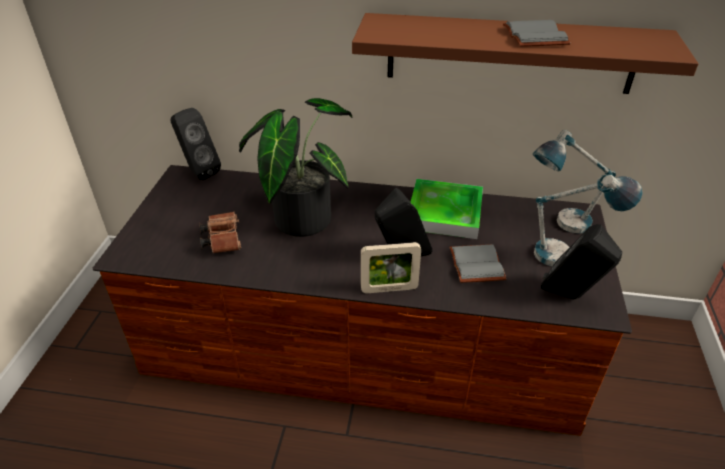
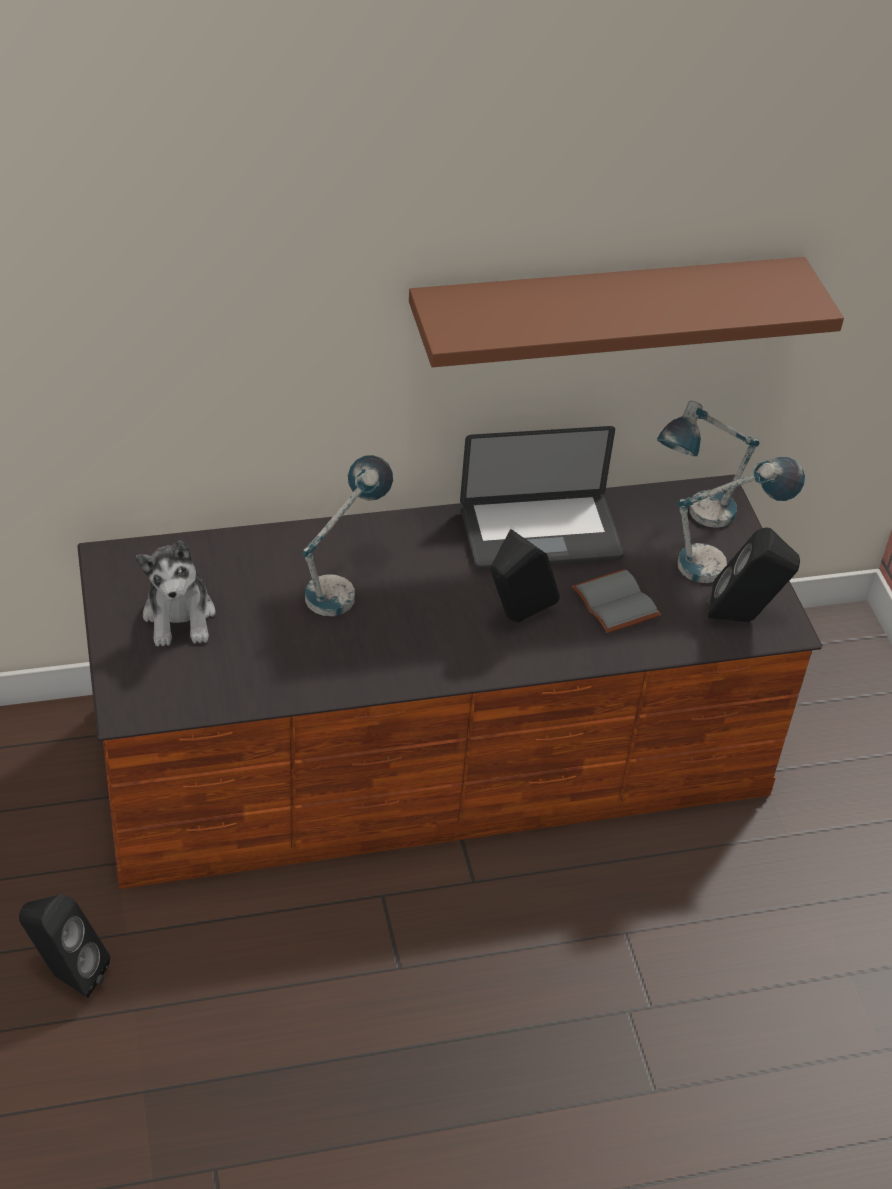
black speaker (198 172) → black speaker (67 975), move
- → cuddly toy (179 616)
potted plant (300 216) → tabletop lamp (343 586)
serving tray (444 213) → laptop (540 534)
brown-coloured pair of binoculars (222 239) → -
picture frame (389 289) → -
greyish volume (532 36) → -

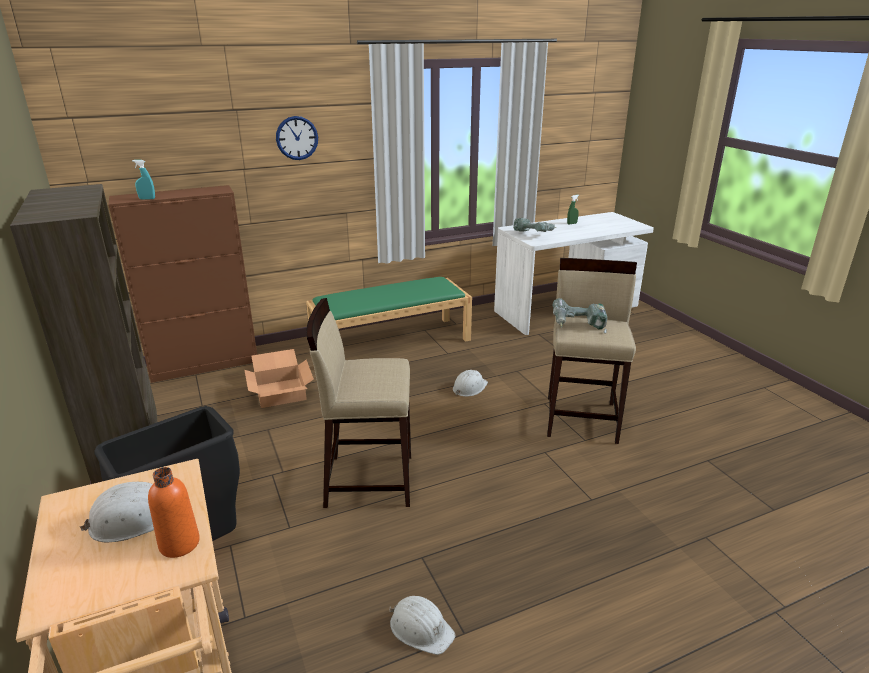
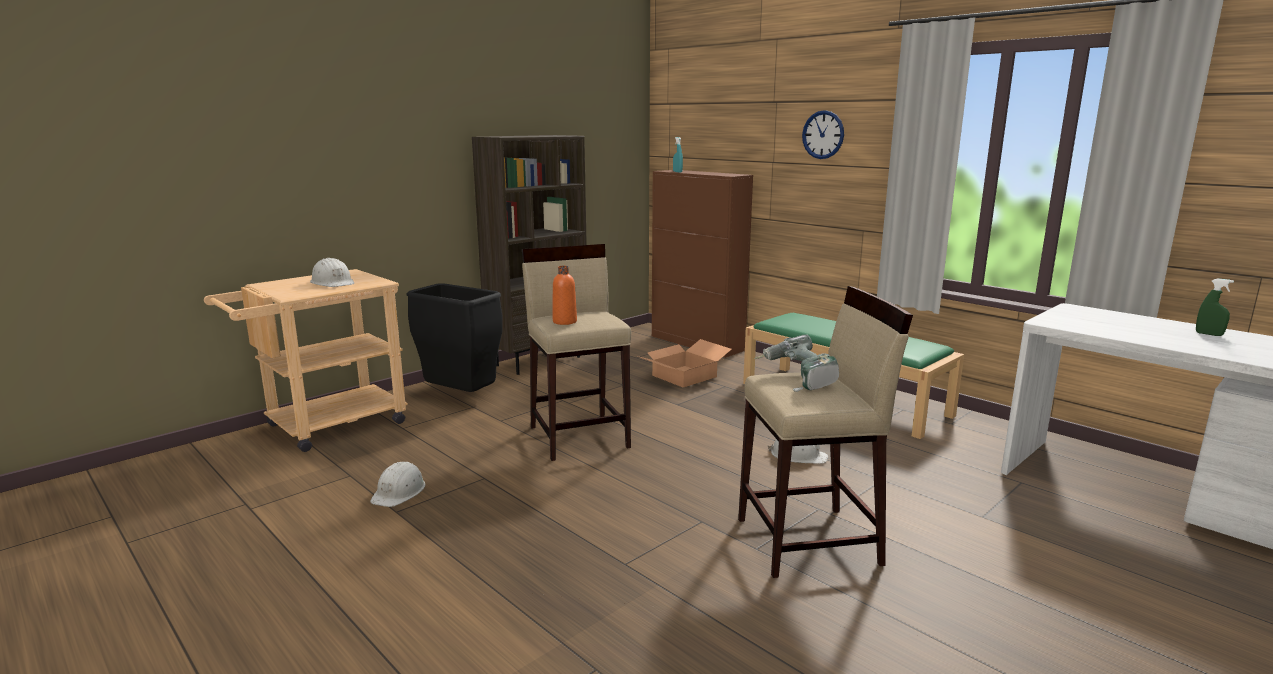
orange-coloured bottle (179 544) → orange-coloured bottle (564 322), move
drill (534 234) → -

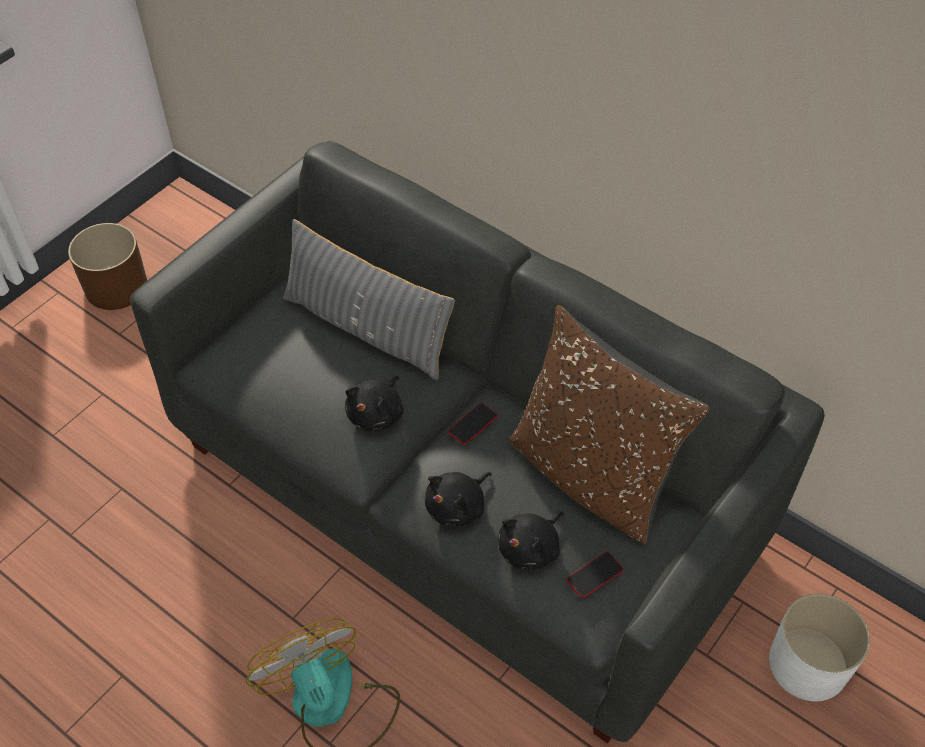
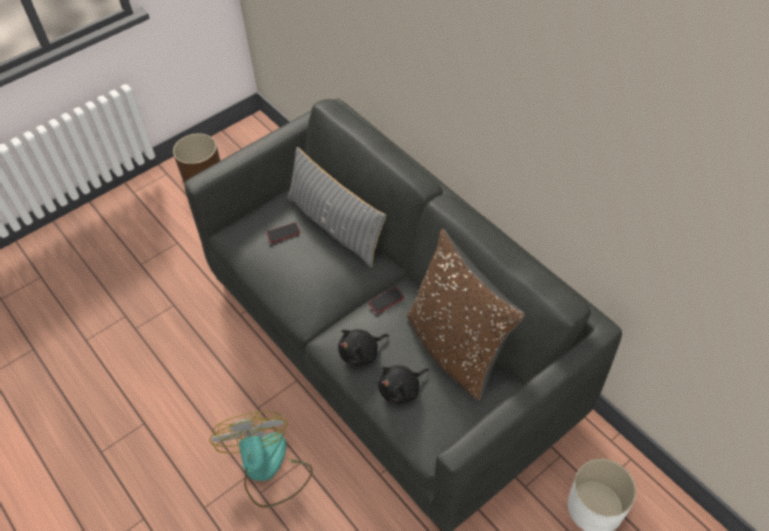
handset (594 575) → handset (283 233), move
black cuddly toy (377 414) → -

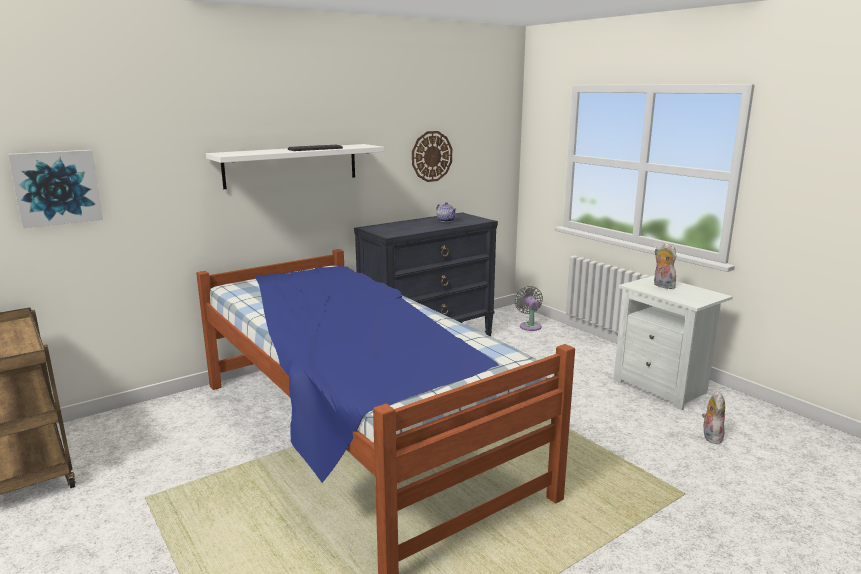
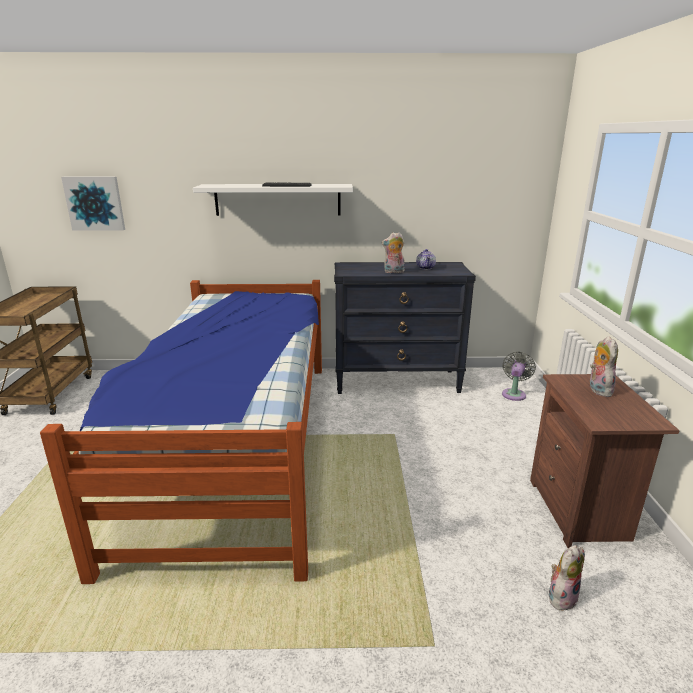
- → cuddly toy (393 272)
white nightstand (663 387) → brown-coloured nightstand (580 511)
clock on the wall (431 156) → -

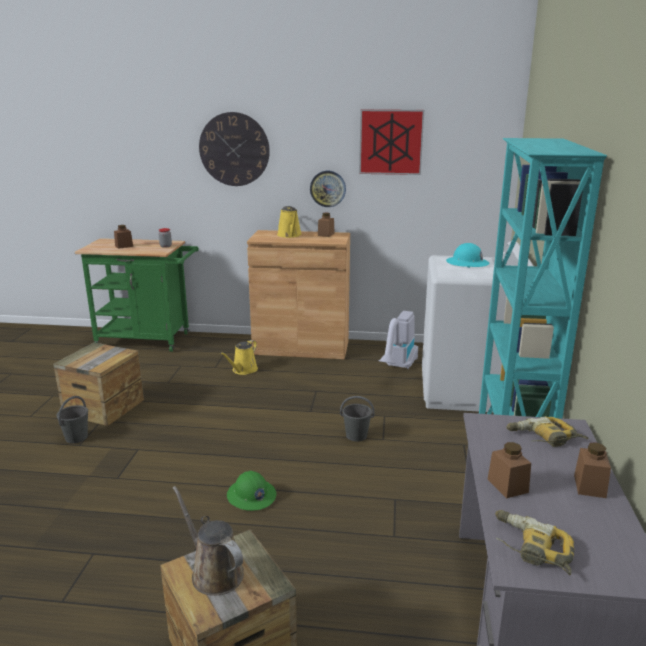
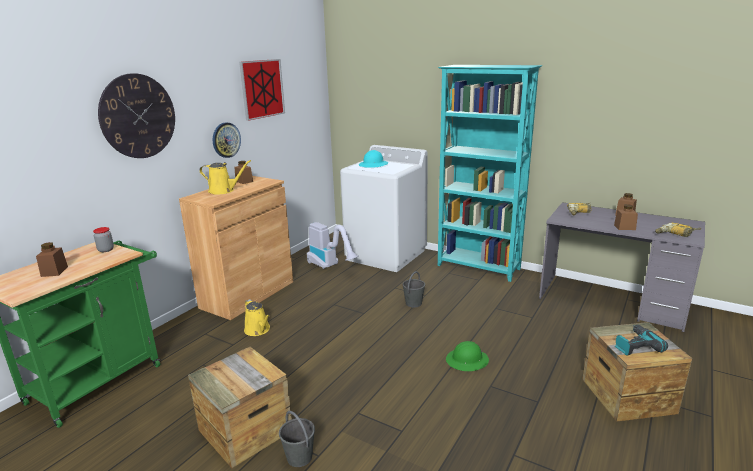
brown-coloured watering pot (214 572) → drill (635 345)

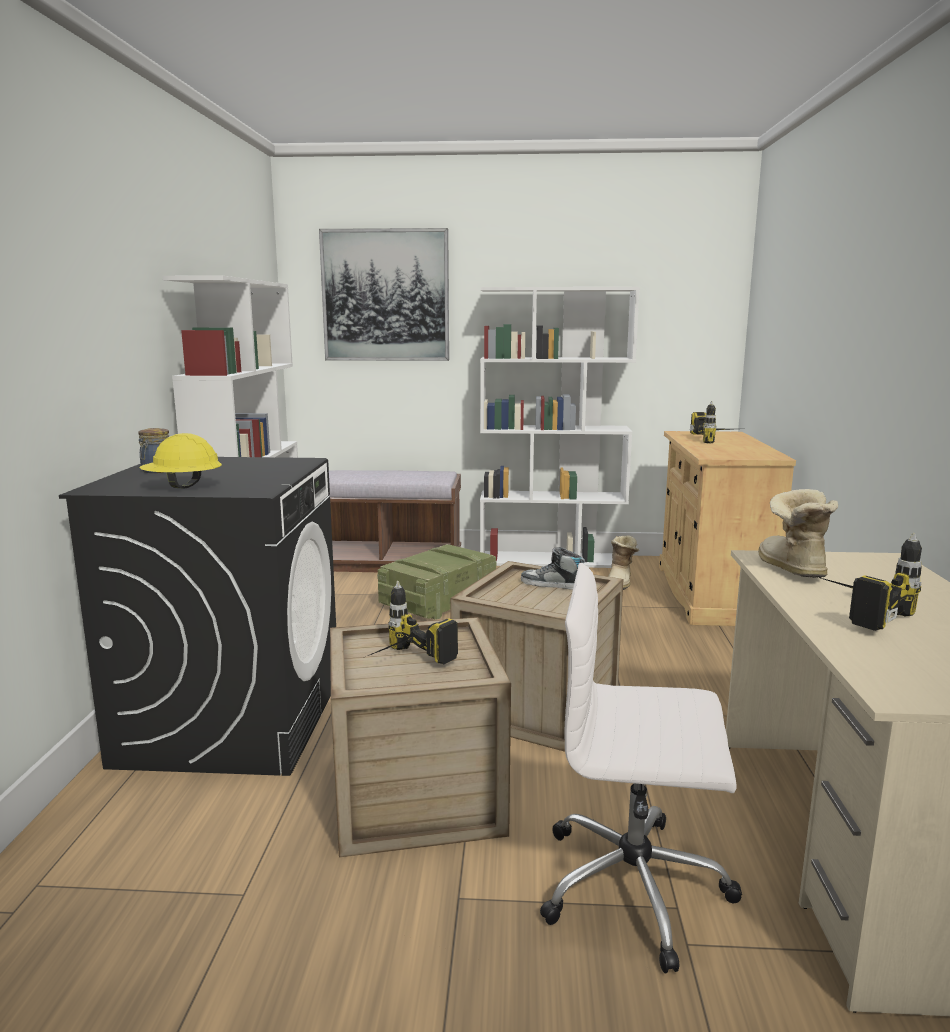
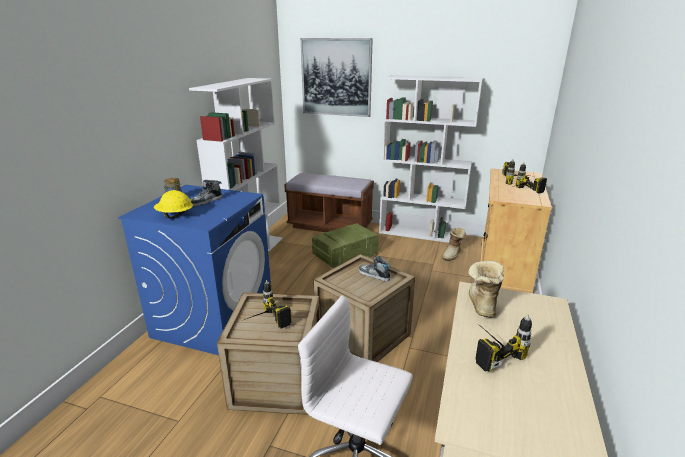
black laundry machine (233 720) → blue laundry machine (214 318)
- → low shoe (206 201)
- → drill (521 192)

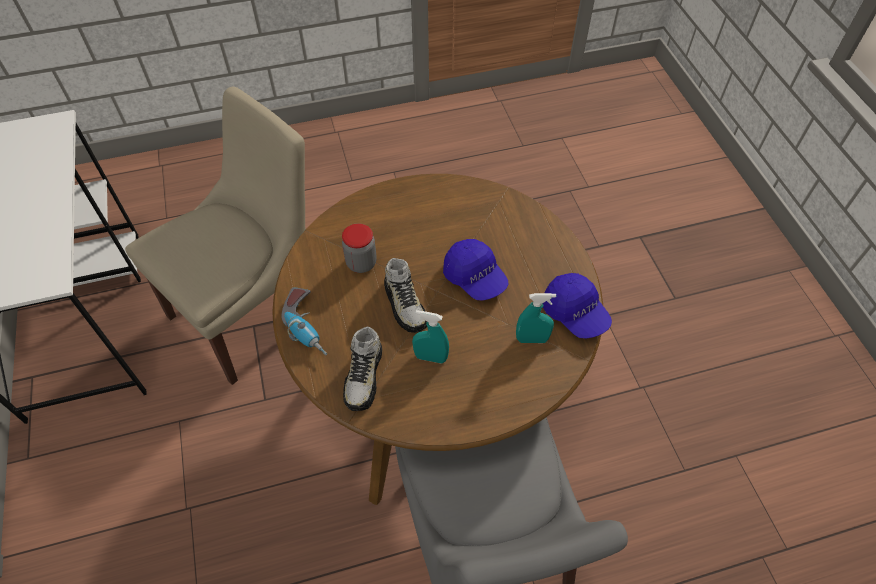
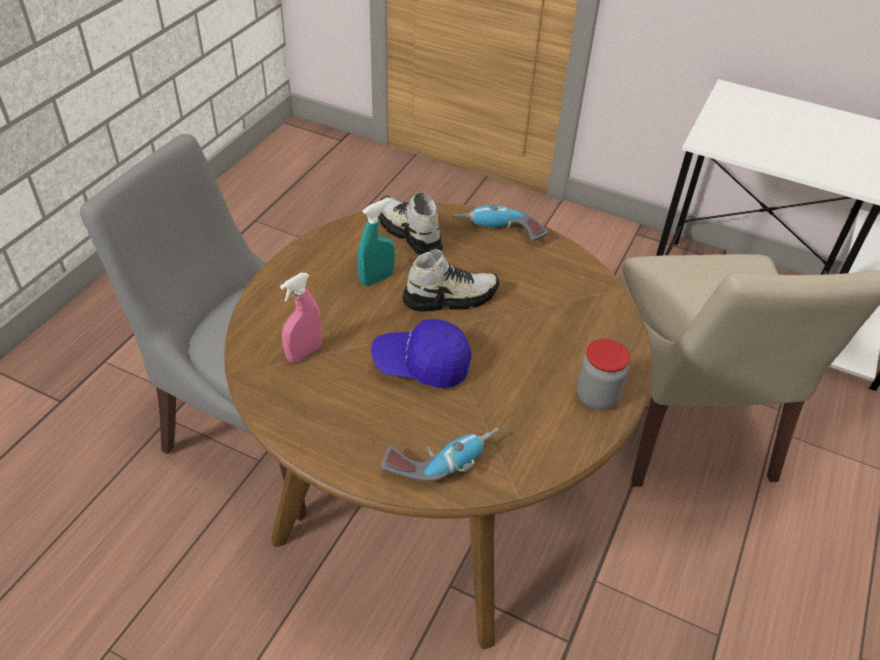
turquoise-coloured spray bottle (532 339) → pink spray bottle (304 353)
- → drill (441 459)
low shoe (405 305) → low shoe (450 298), 150 degrees clockwise
jar (361 263) → jar (597 397), move
blue baseball cap (575 313) → -

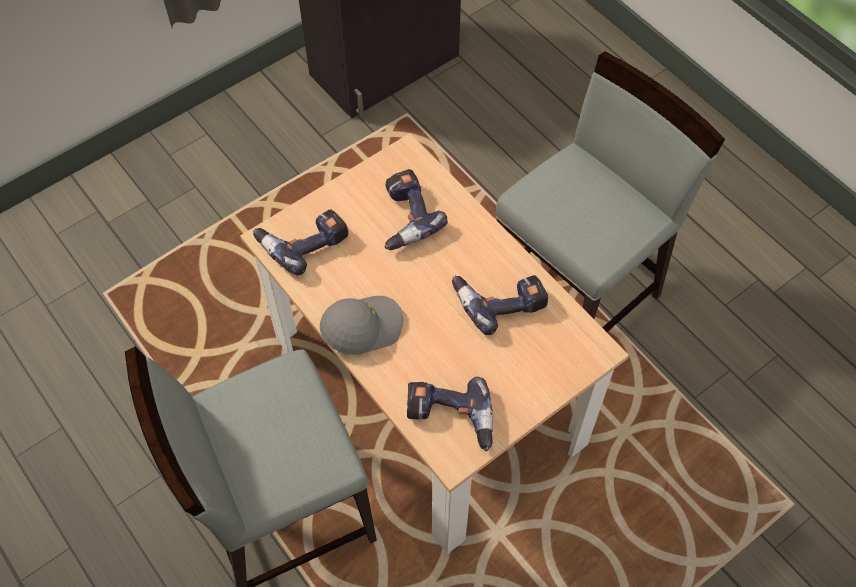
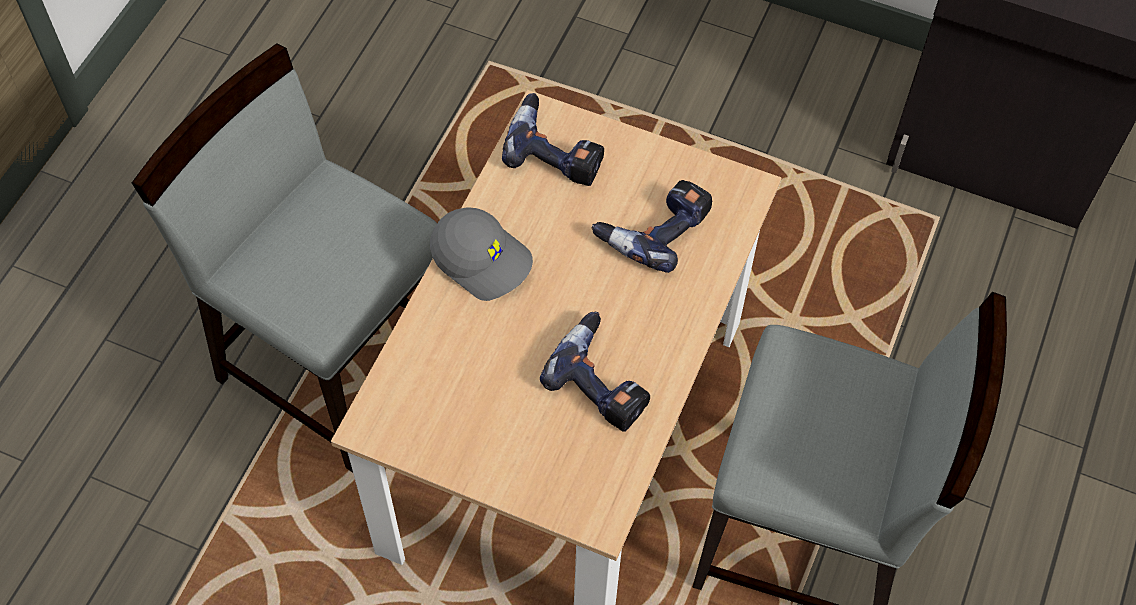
drill (449 419) → -

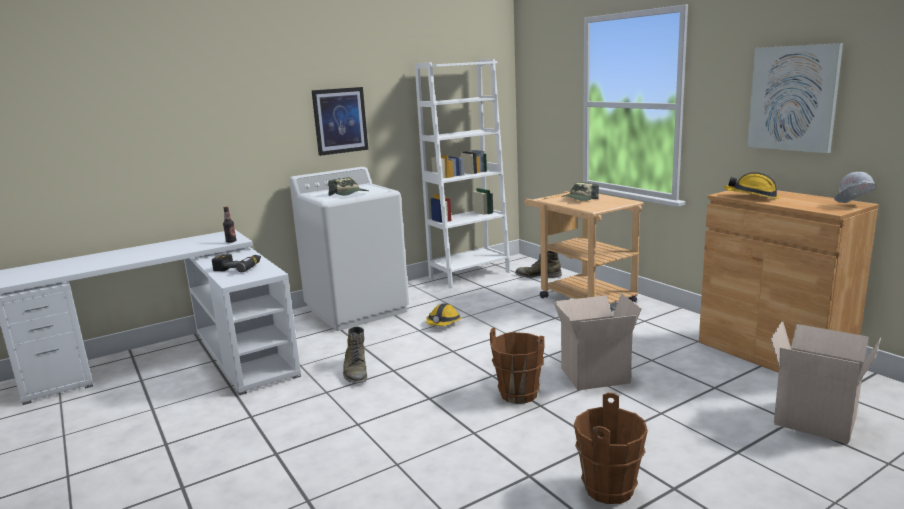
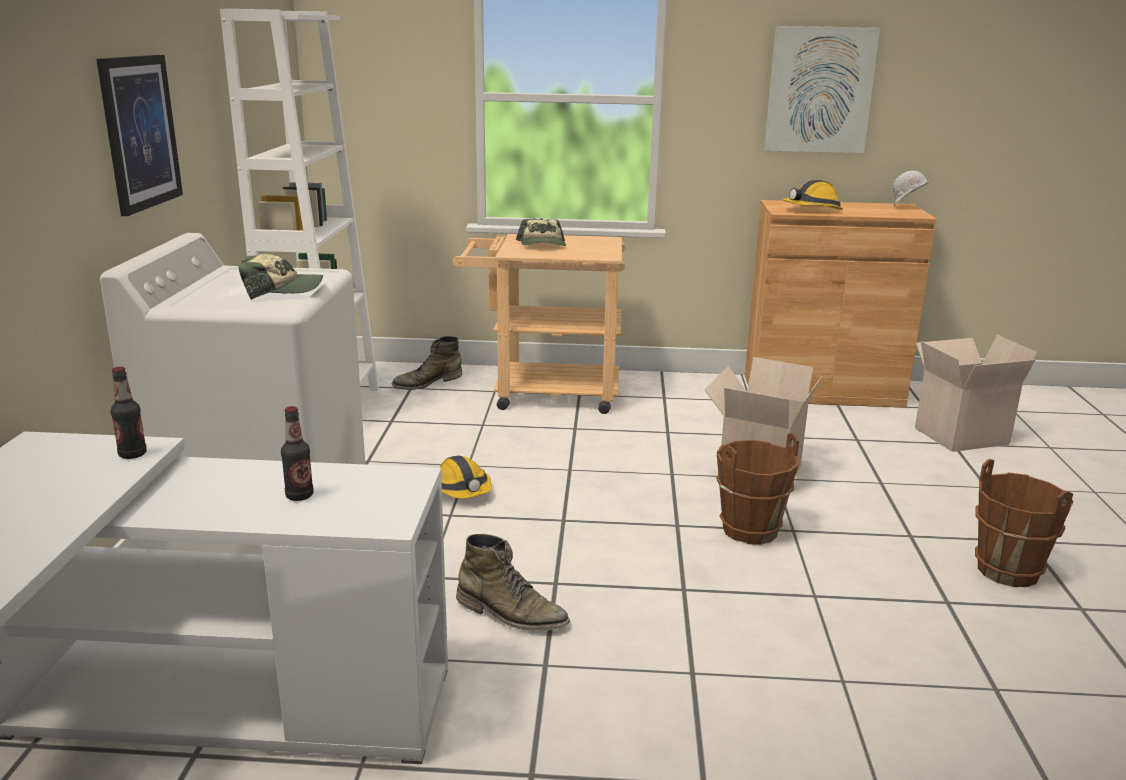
drill (239 267) → bottle (299 496)

